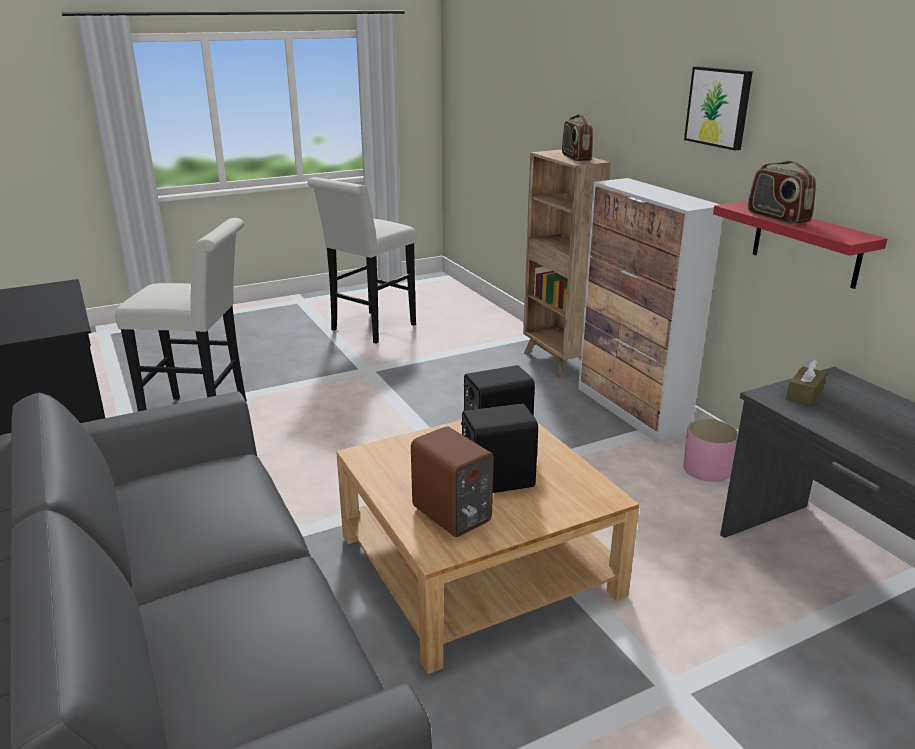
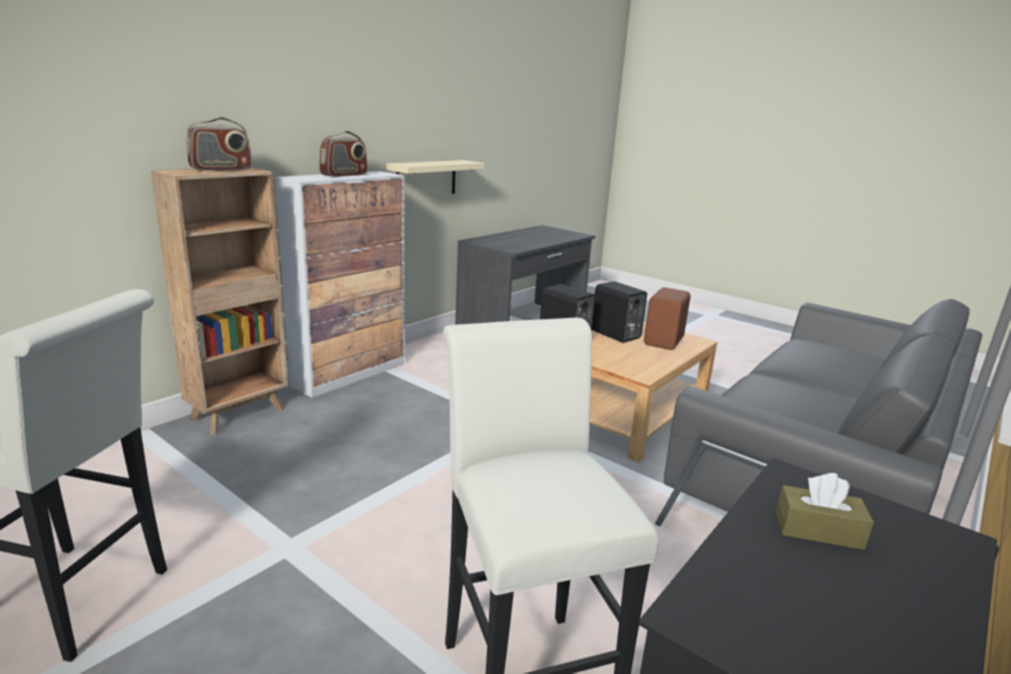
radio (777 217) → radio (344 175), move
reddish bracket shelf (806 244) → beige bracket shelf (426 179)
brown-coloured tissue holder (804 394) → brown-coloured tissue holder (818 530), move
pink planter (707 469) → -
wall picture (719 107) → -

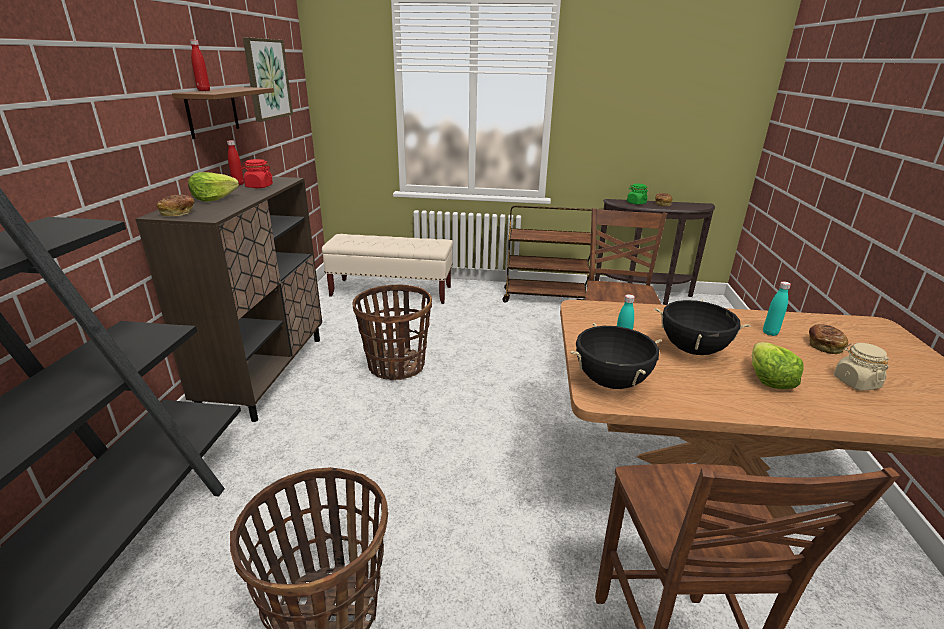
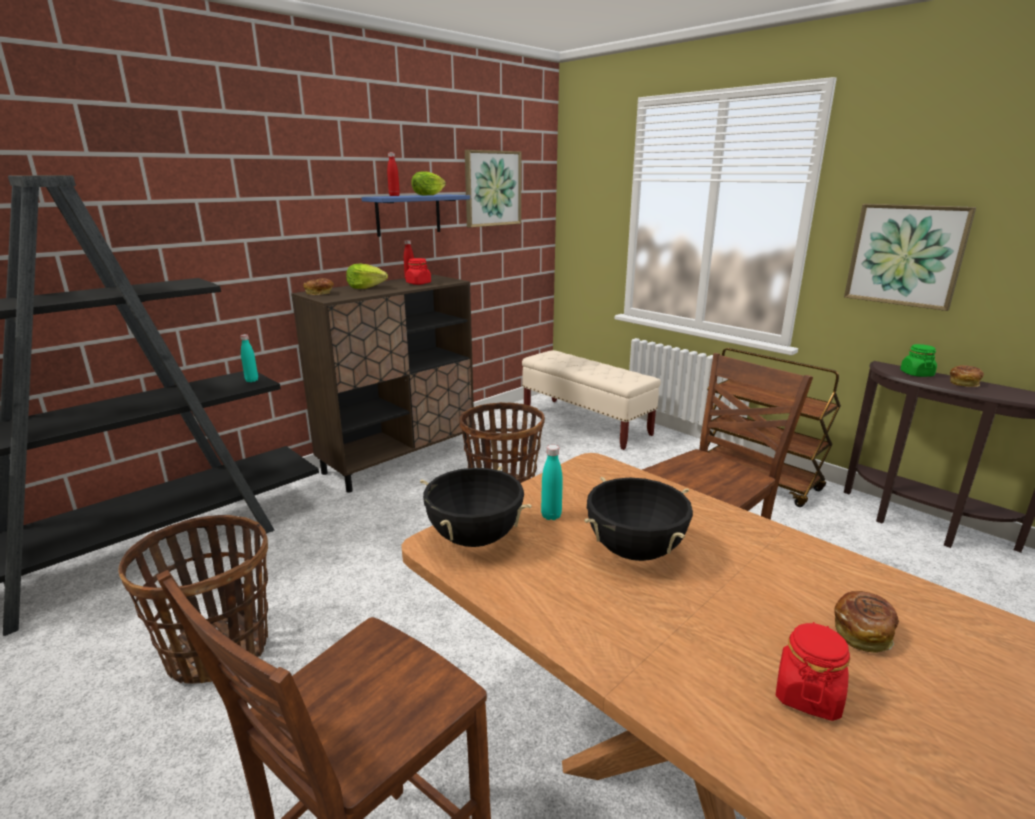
turquoise-coloured bottle (770 333) → turquoise-coloured bottle (252 380), move
brown-coloured bracket shelf (212 112) → blue bracket shelf (408 215)
lettuce (768 379) → lettuce (428 195), move
beige jar (855 382) → reddish jar (807 694)
- → wall picture (906 255)

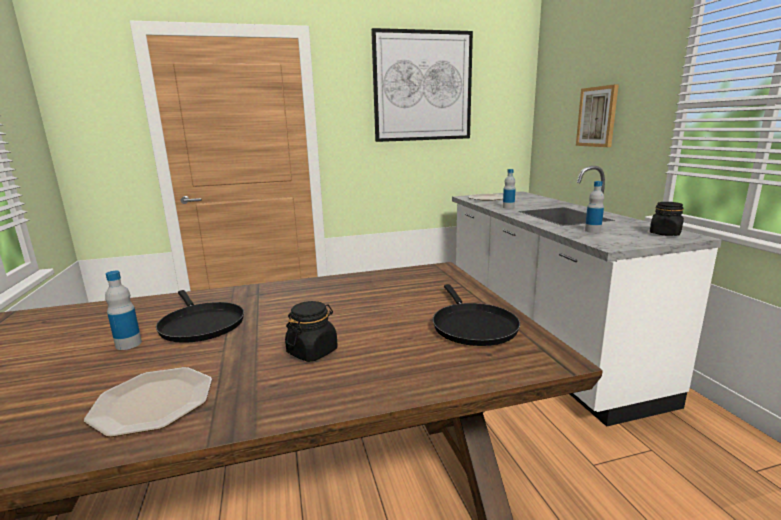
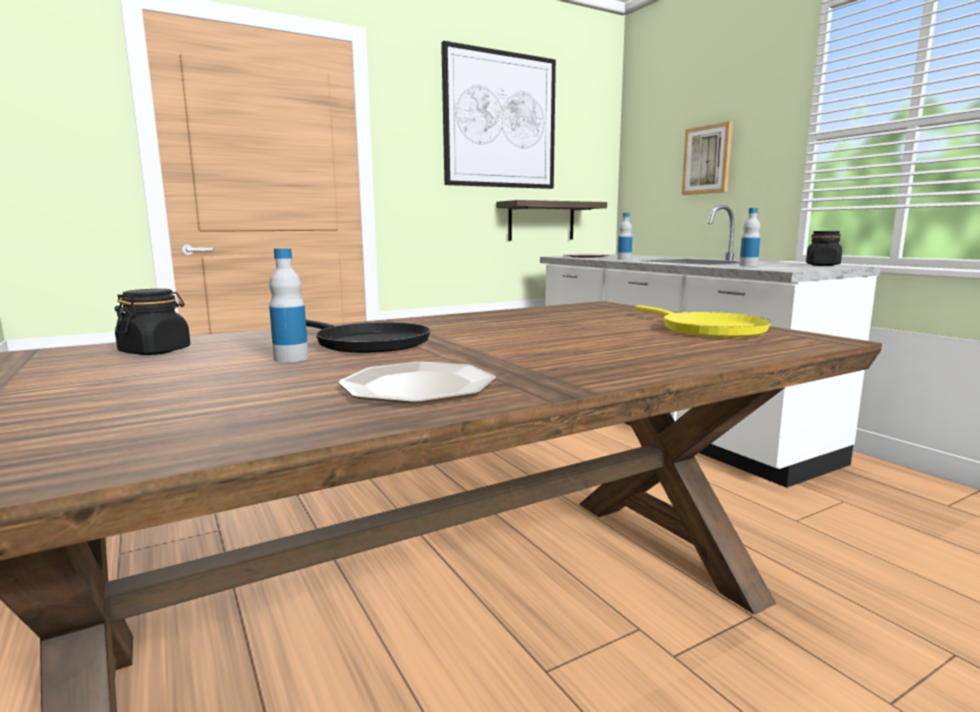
black jar (312 351) → black jar (155 351), move
- → bracket shelf (541 221)
black skillet (472 326) → yellow skillet (707 329)

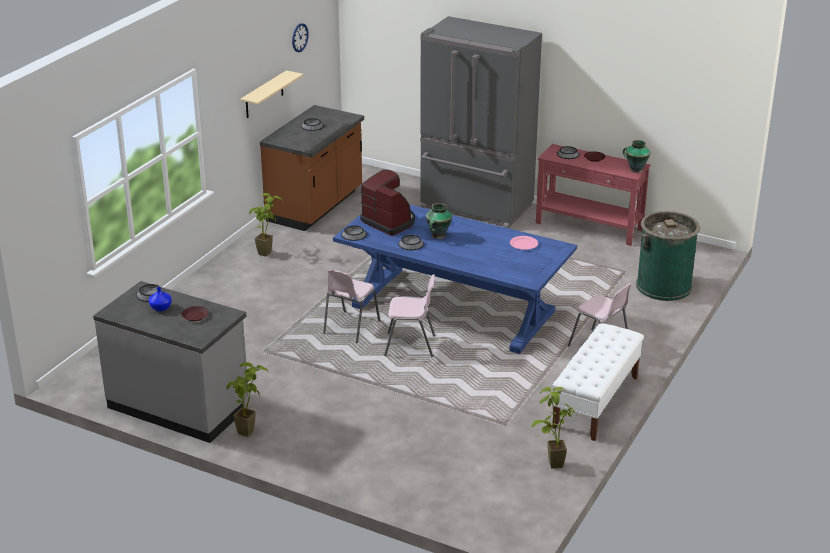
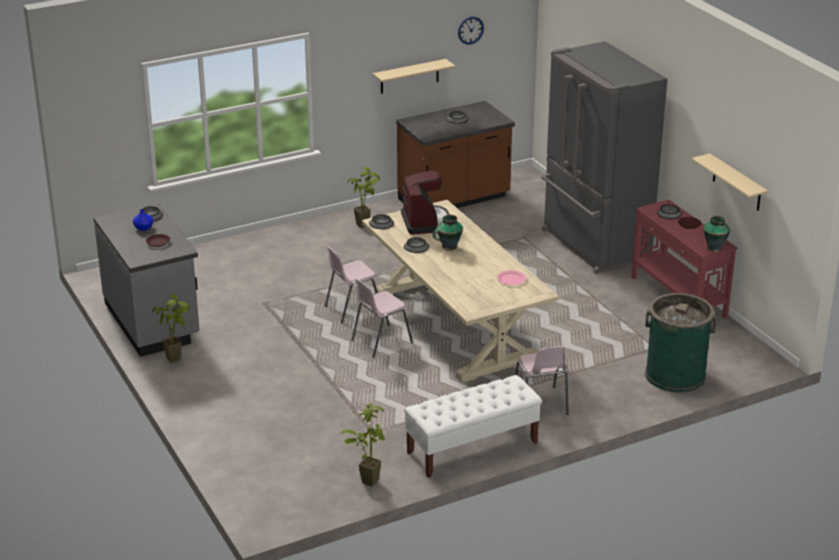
pink plain chair (410 346) → pink plain chair (380 342), 105 degrees clockwise
blue dinner table (452 309) → beige dinner table (454 325)
- → beige bracket shelf (737 183)

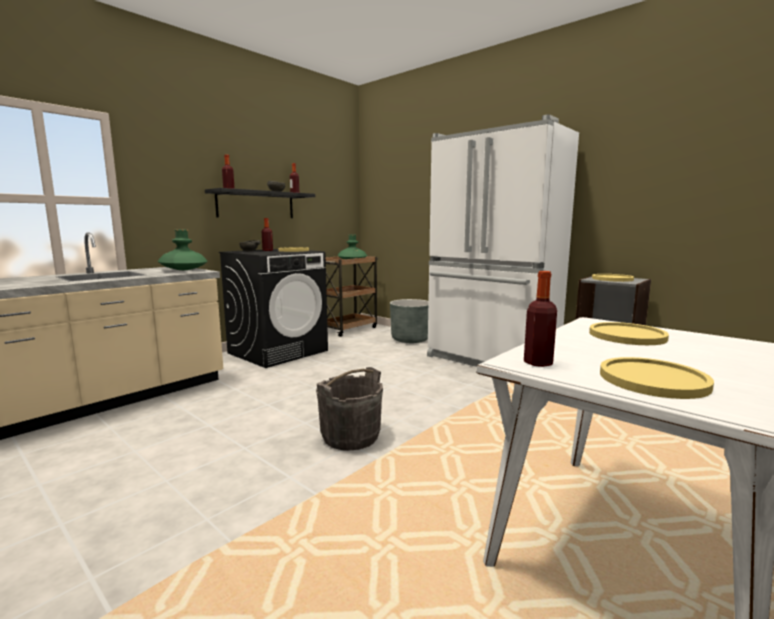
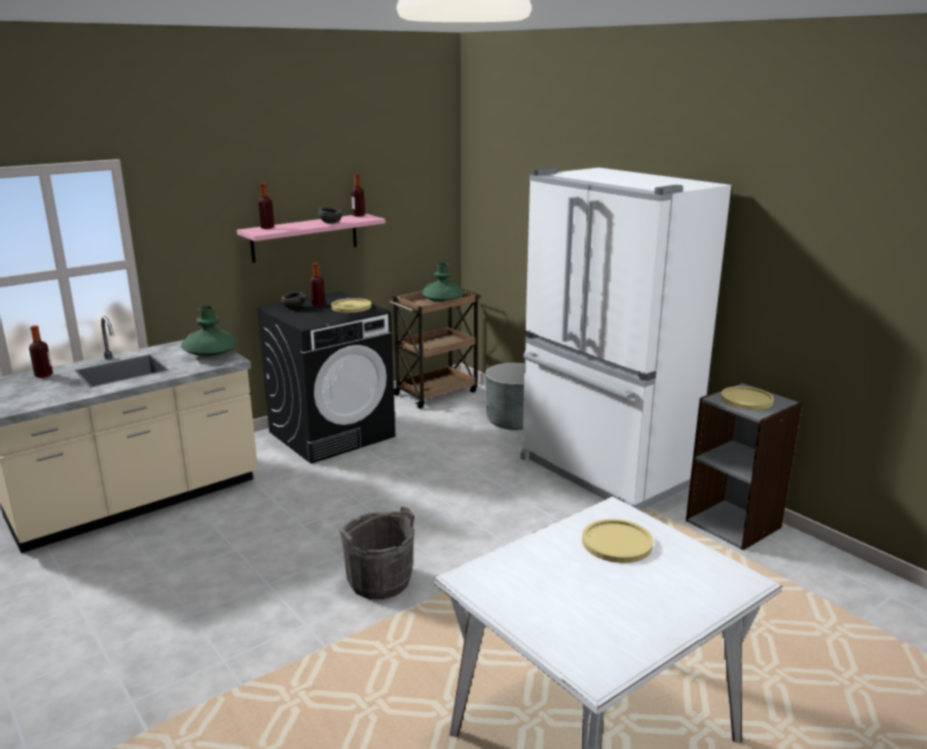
bottle (538 363) → bottle (44 375), move
black bracket shelf (256 205) → pink bracket shelf (305 237)
yellow dinner plate (653 379) → -

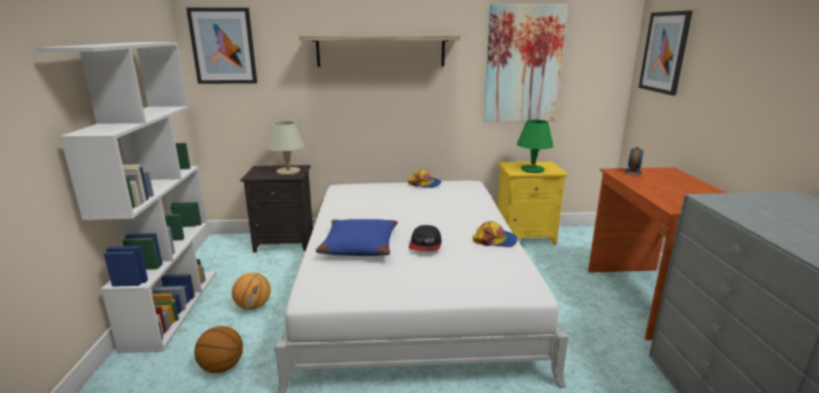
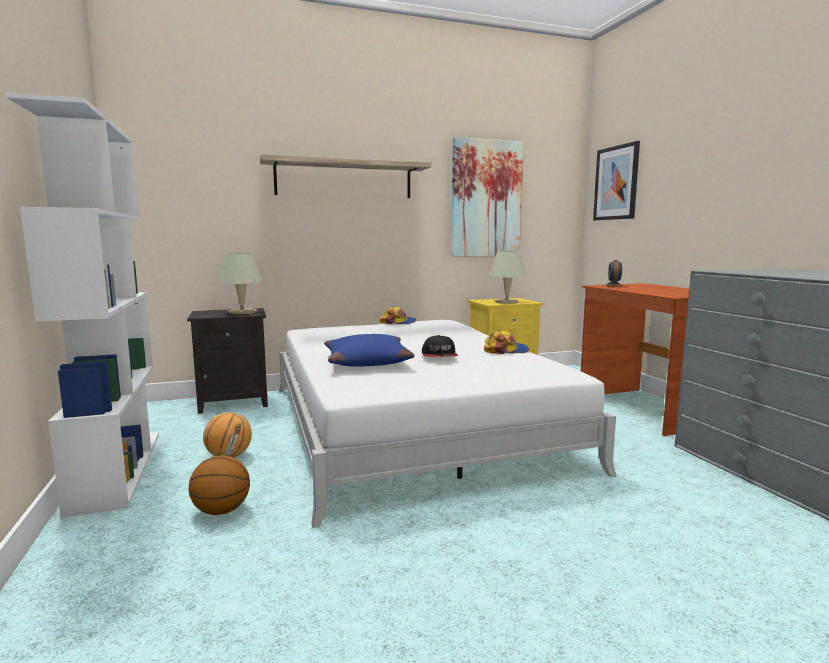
green-coloured tabletop lamp (532 169) → beige tabletop lamp (507 302)
wall picture (223 46) → -

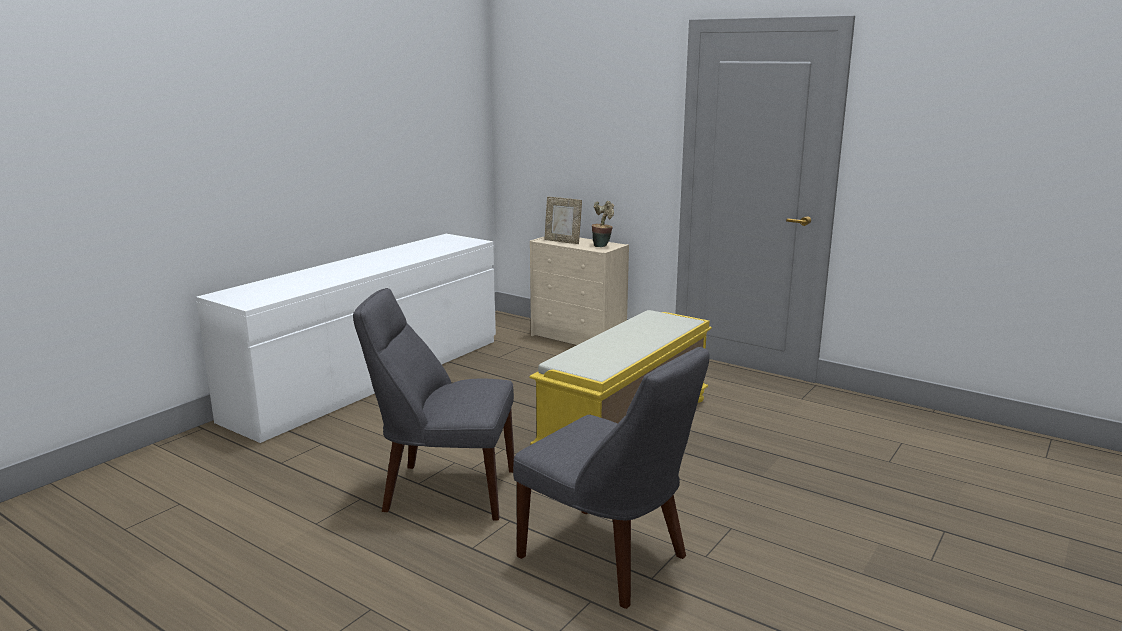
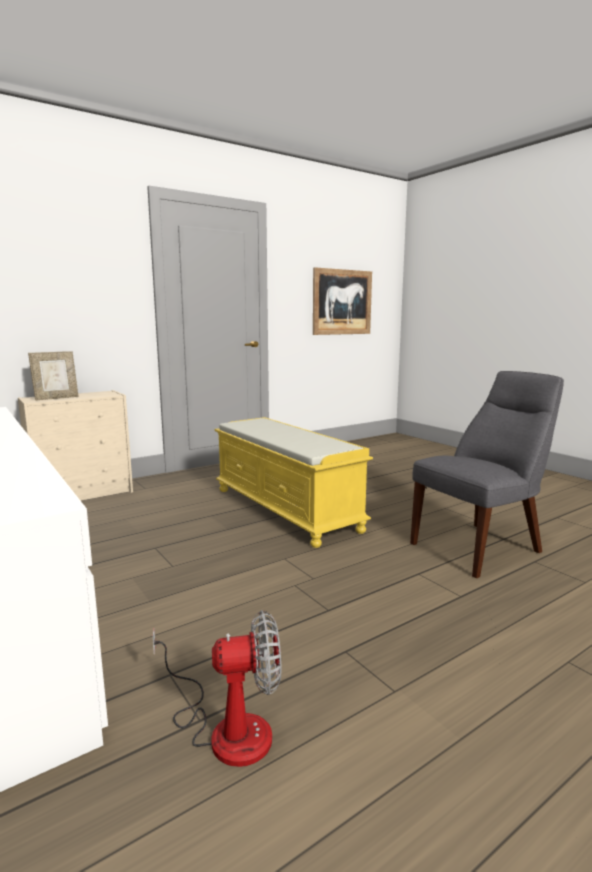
- → cooling fan (226 728)
- → wall picture (342 302)
greyish plain chair (444 490) → -
potted plant (602 245) → -

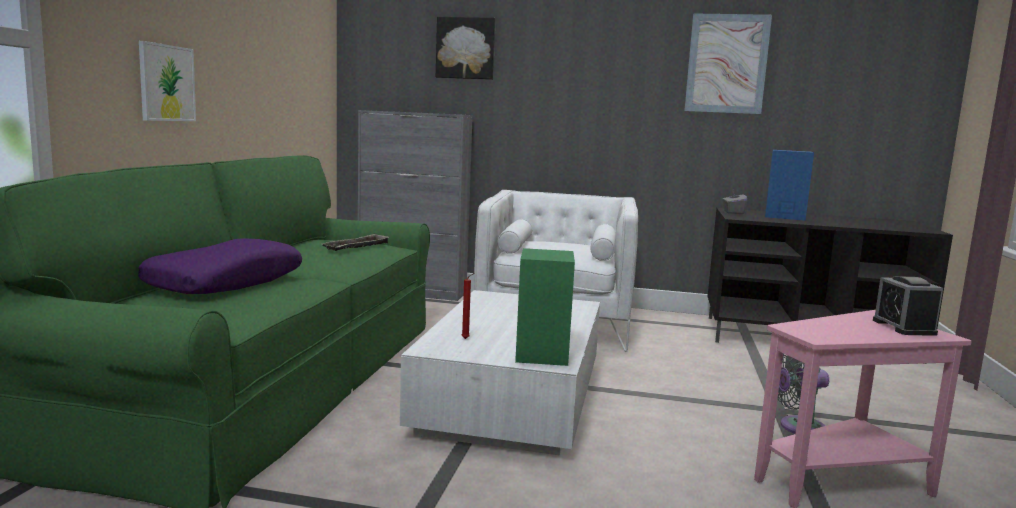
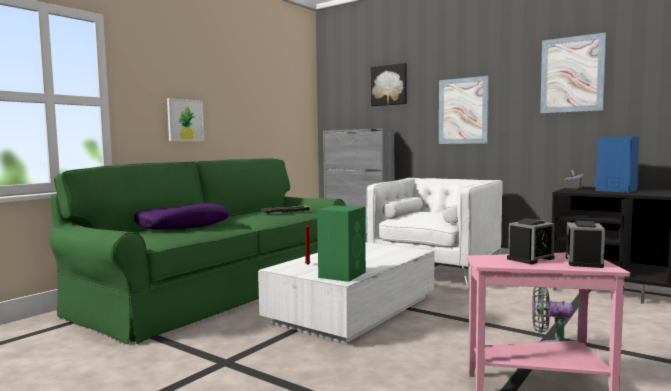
- → wall picture (463 111)
- → bedside clock (530 258)

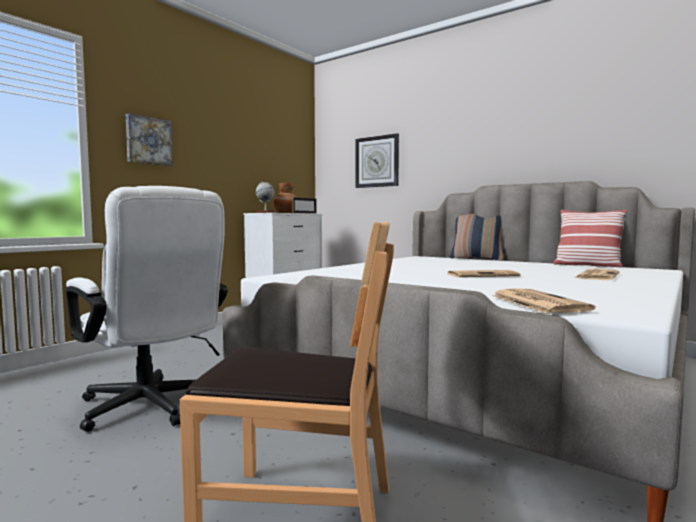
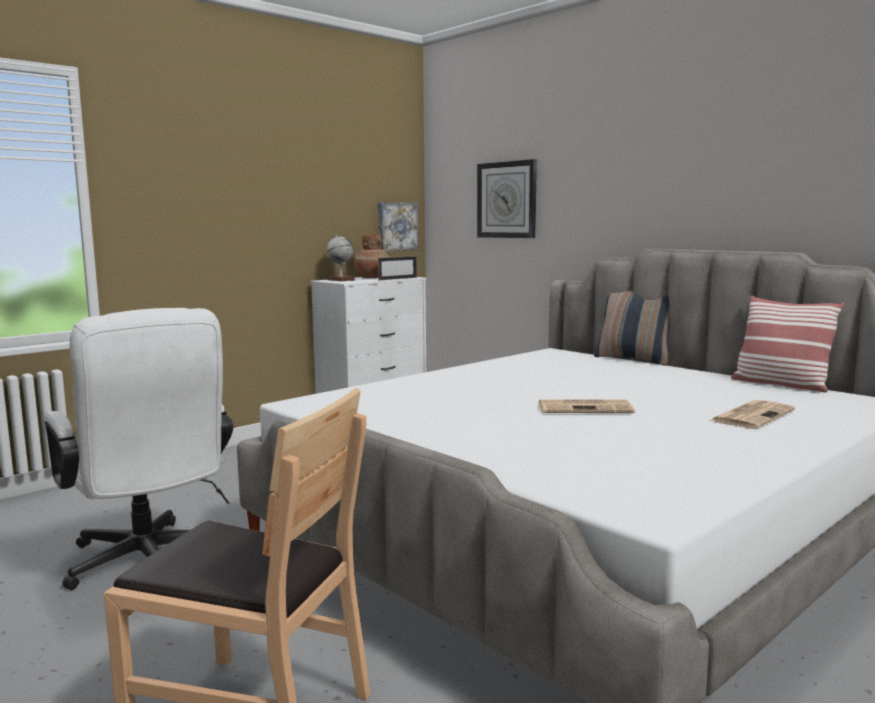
wall picture (148 141) → wall picture (396 226), move
printed paper (536 302) → -

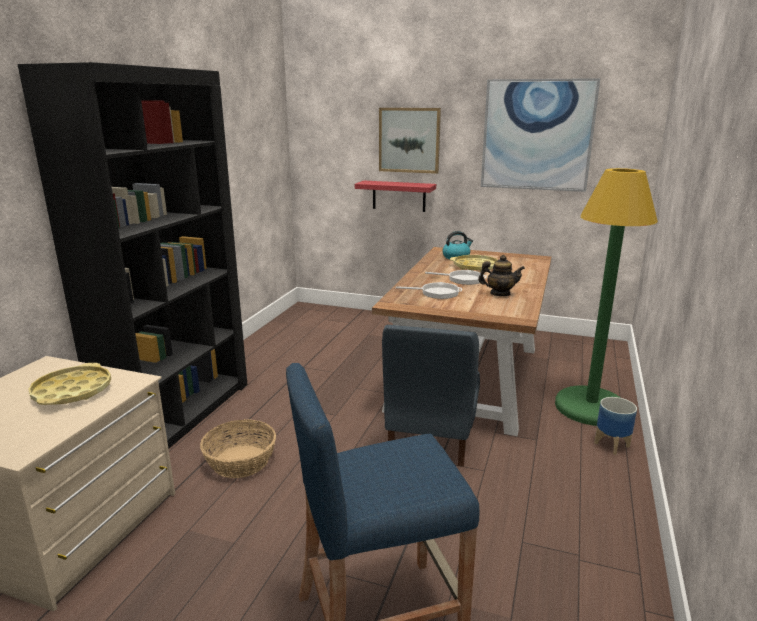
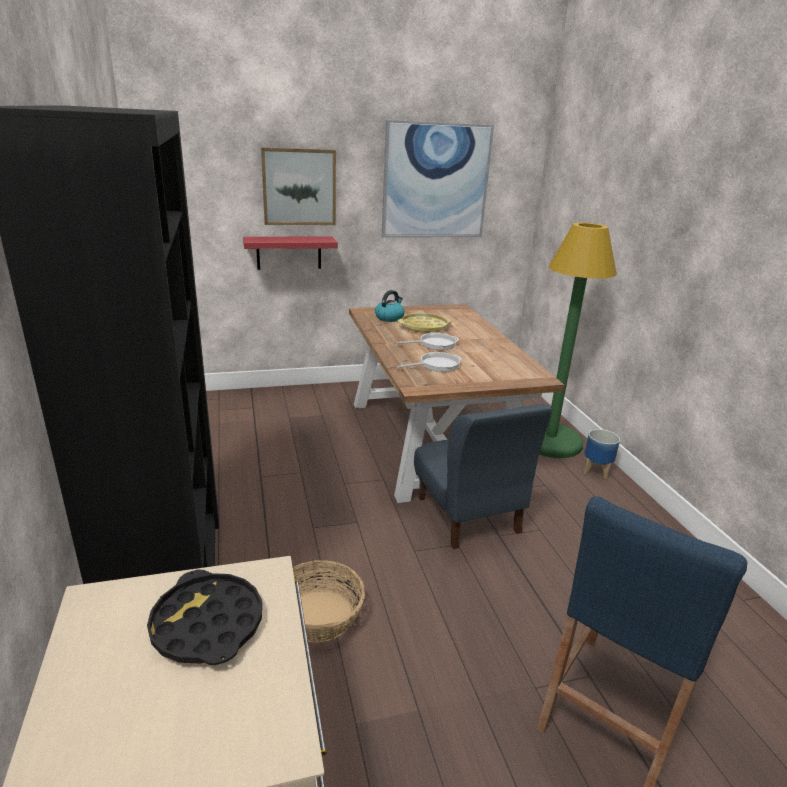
yellow serving tray (72 391) → black serving tray (207 624)
pot for tea (500 294) → -

